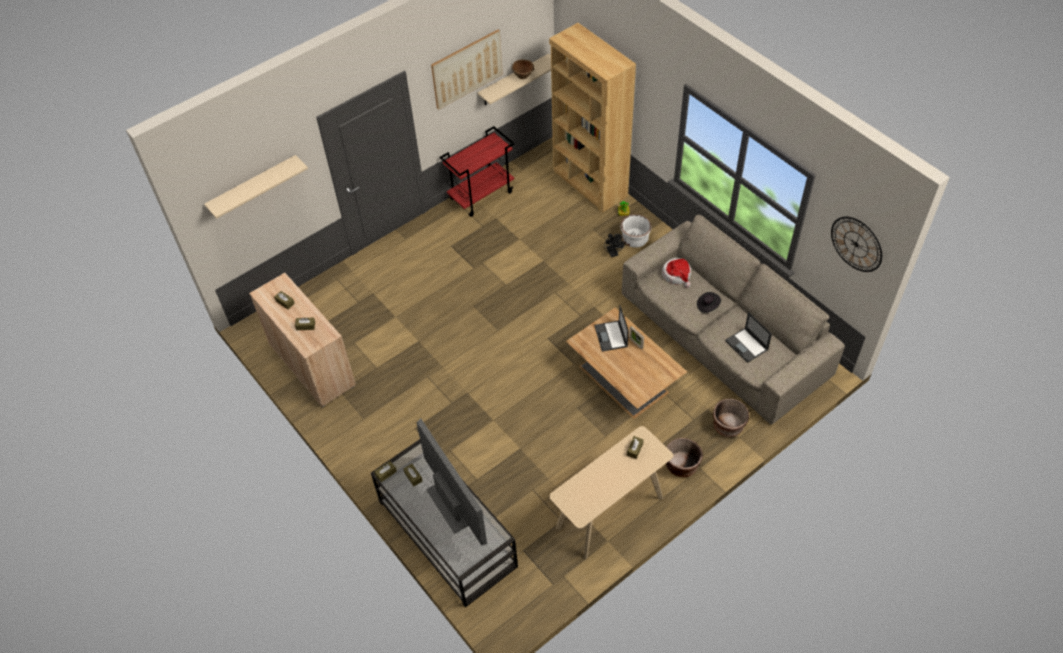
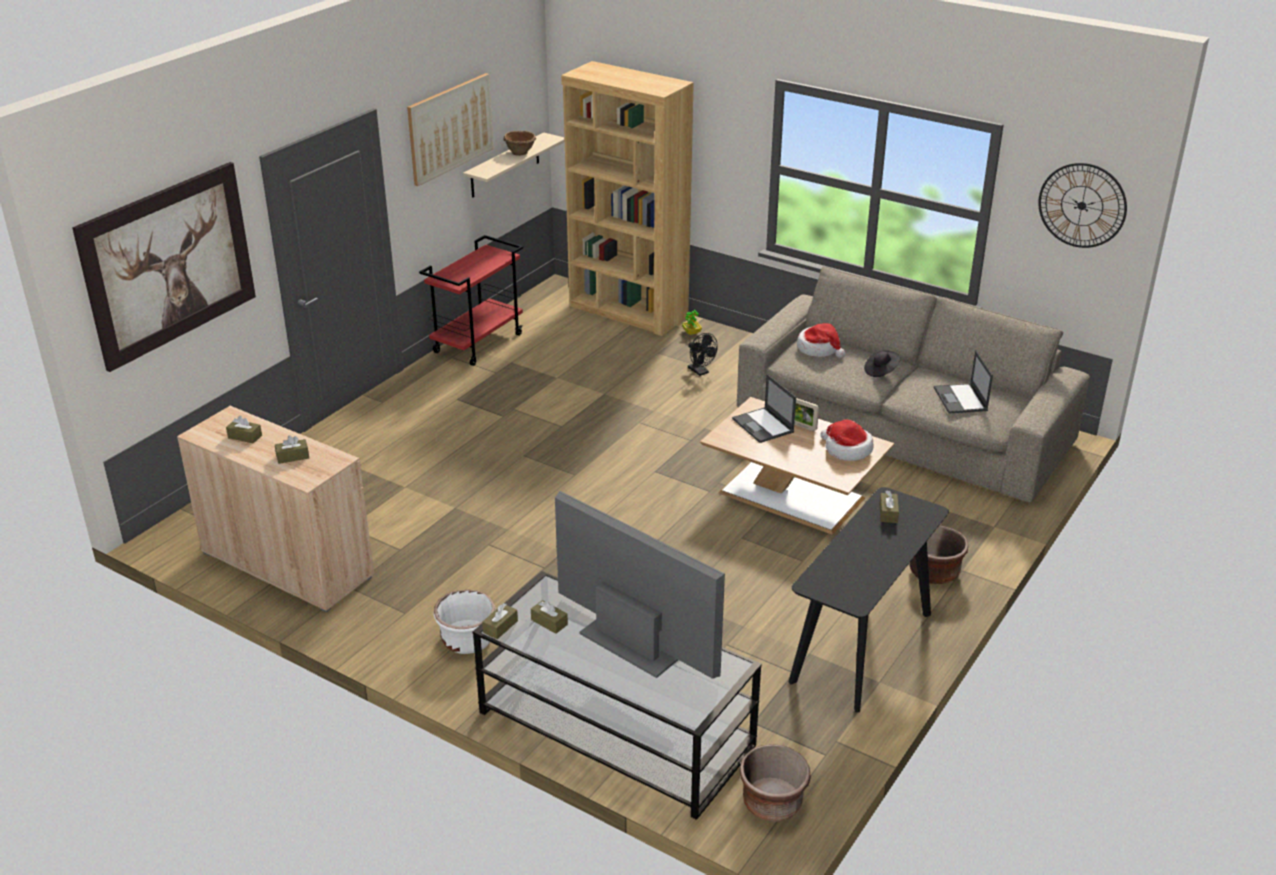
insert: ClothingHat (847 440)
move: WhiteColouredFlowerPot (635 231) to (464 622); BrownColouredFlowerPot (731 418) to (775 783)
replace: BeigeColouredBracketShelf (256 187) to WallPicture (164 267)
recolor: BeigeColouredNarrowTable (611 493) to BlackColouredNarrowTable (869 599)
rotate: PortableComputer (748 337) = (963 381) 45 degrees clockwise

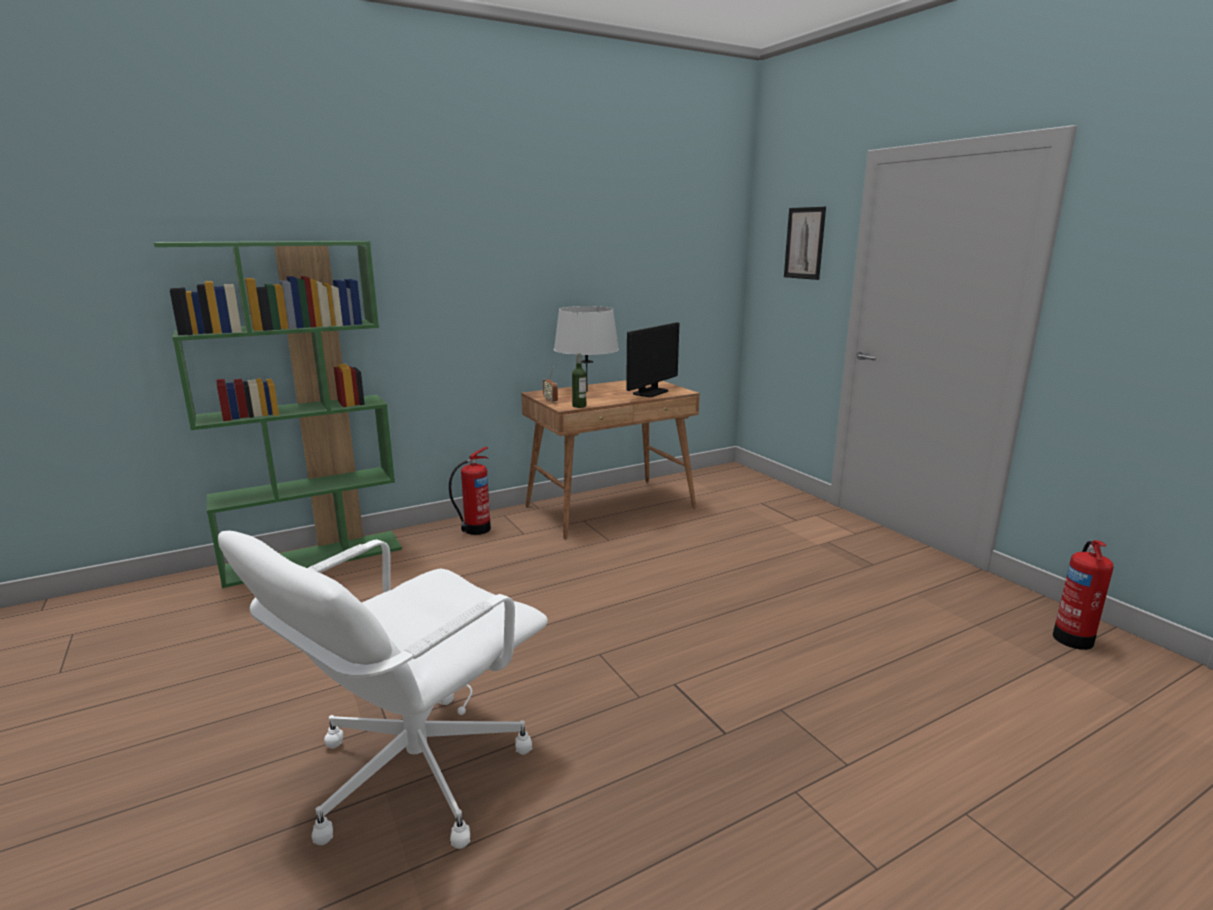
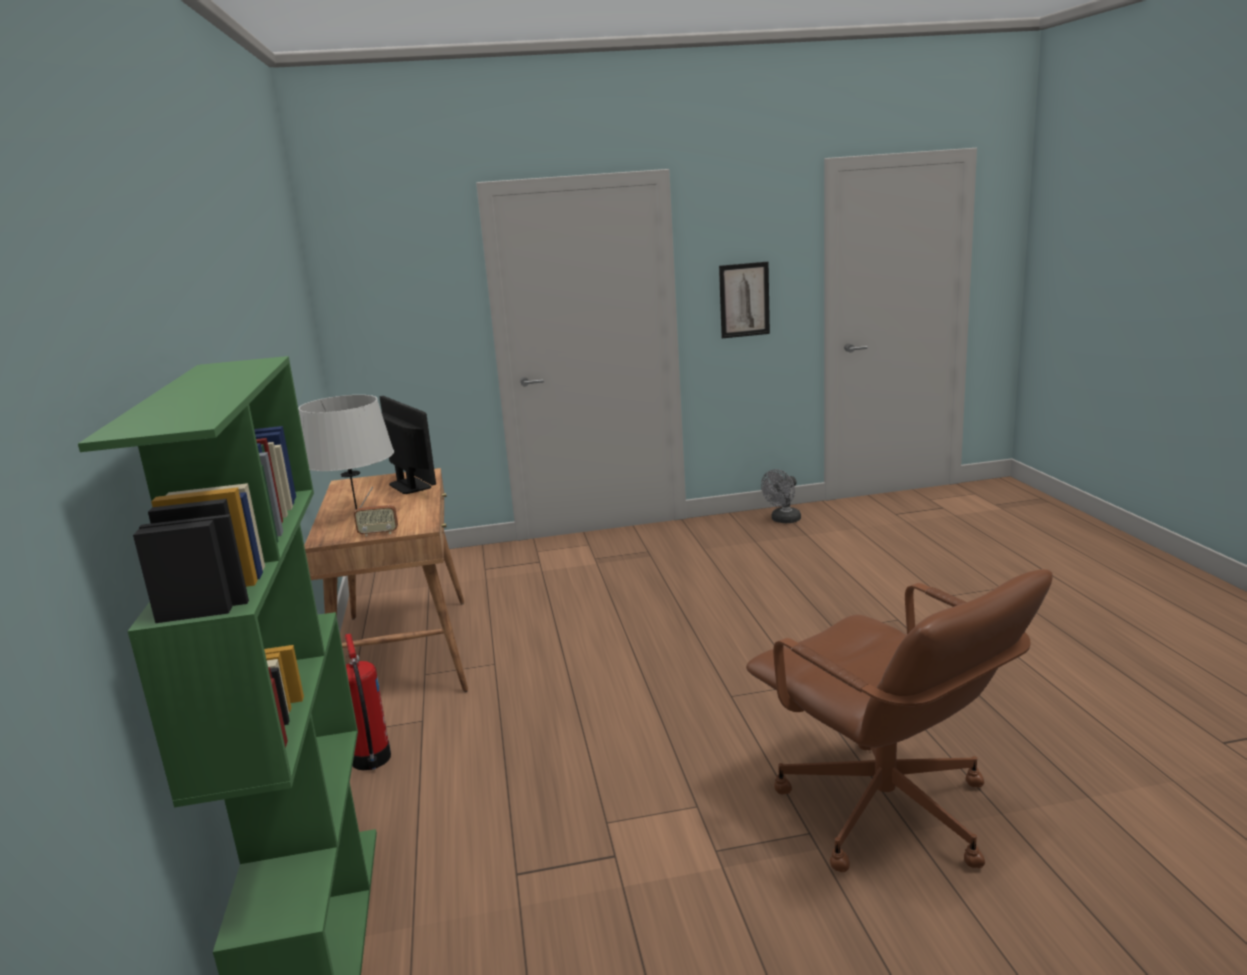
delete: DrinkBottle (579 380)
move: WallPicture (805 243) to (744 300)
replace: Extinguisher (1083 595) to GreyFan (781 496)
recolor: WhiteColouredDeskChair (383 689) to BrownColouredDeskChair (899 720)

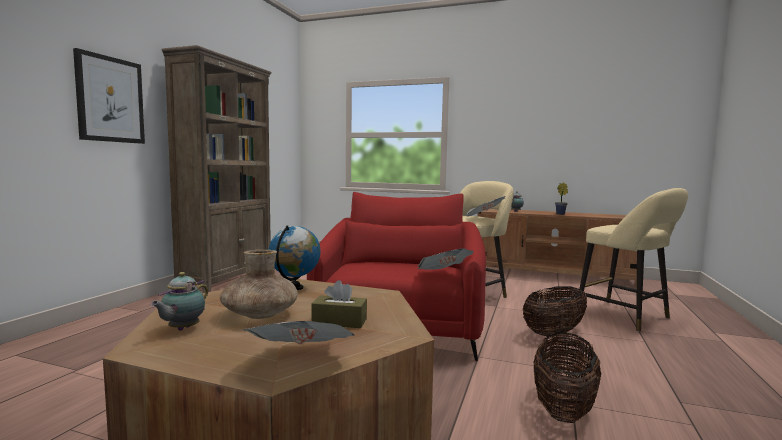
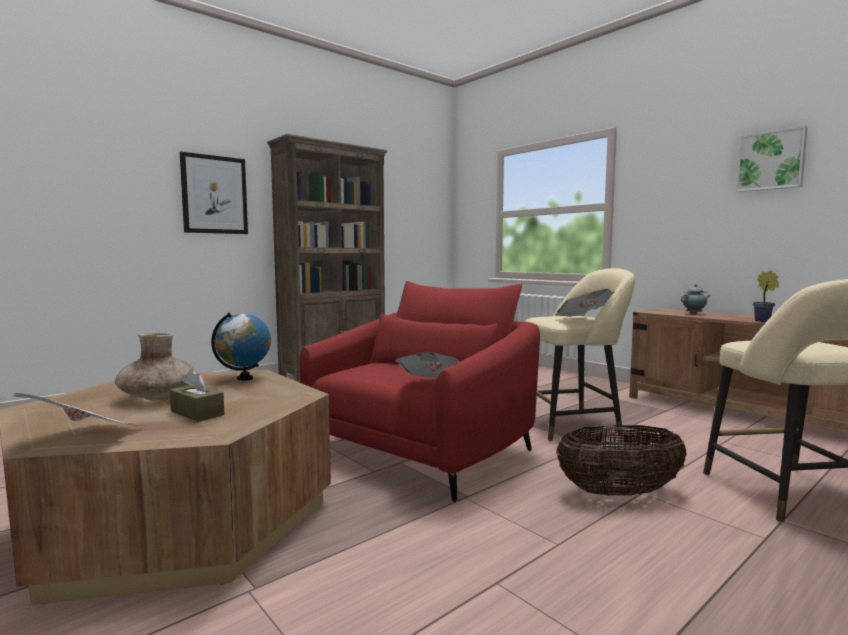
delete: Teapot (179 301); StorageBasket (567 377)
insert: WallPicture (772 159)

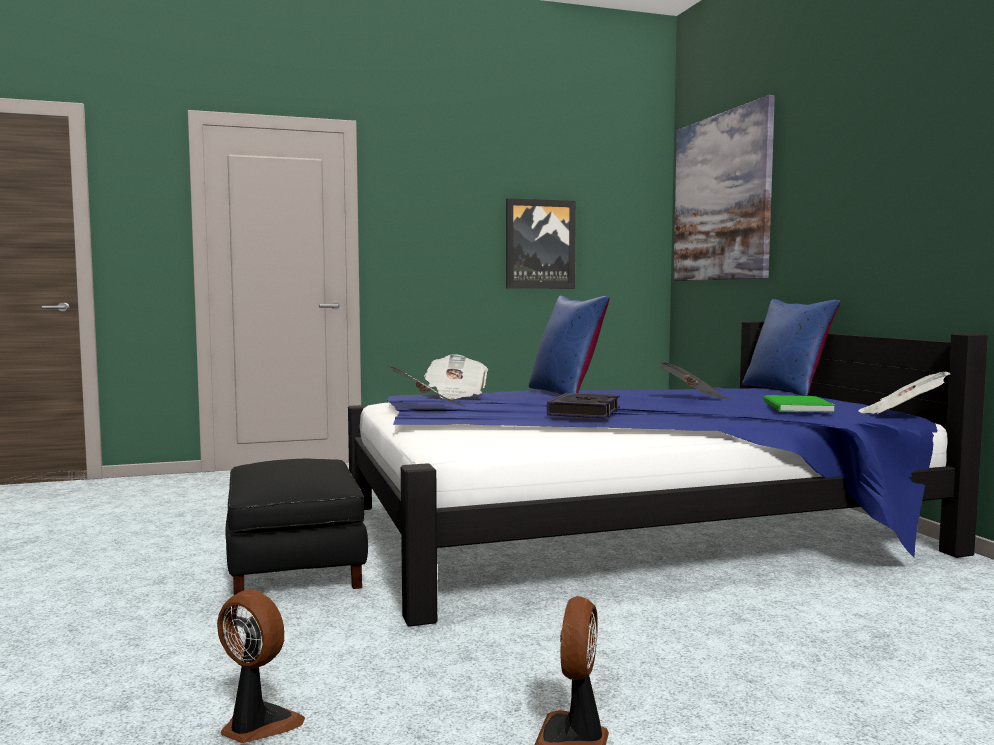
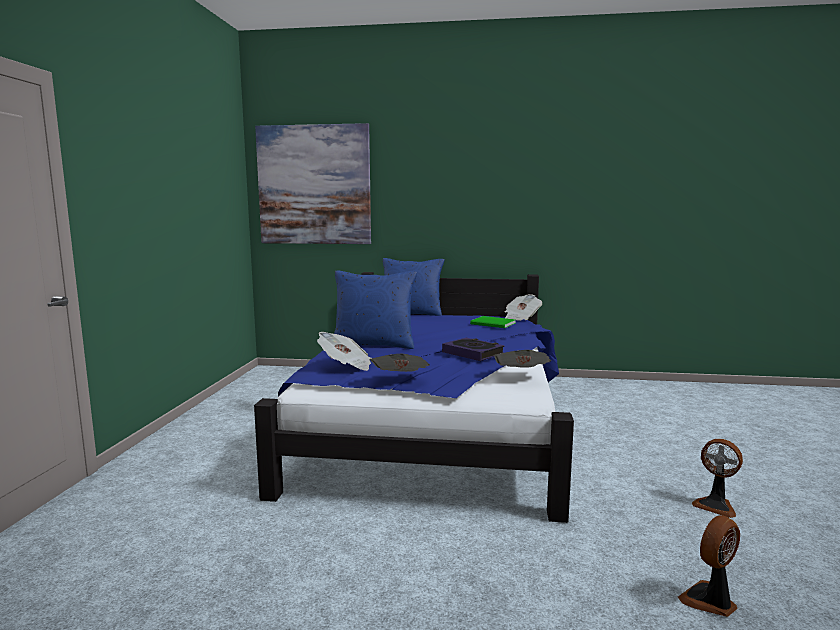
delete: BlackColouredPouffe (296 527); WallPicture (541 243)
move: PrintedPaper (694 380) to (522 359)

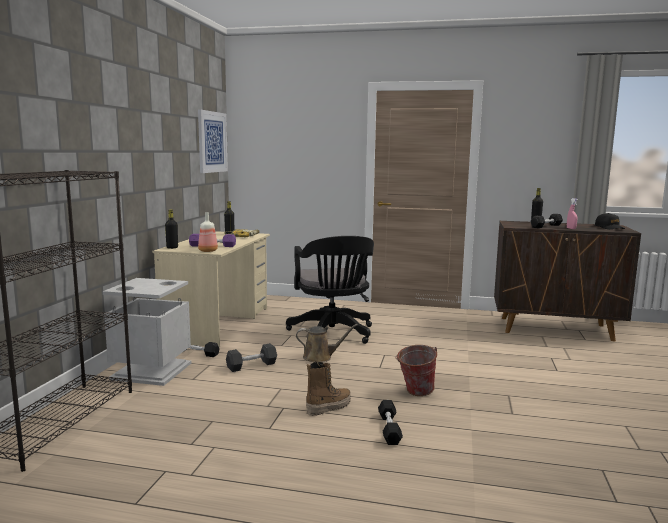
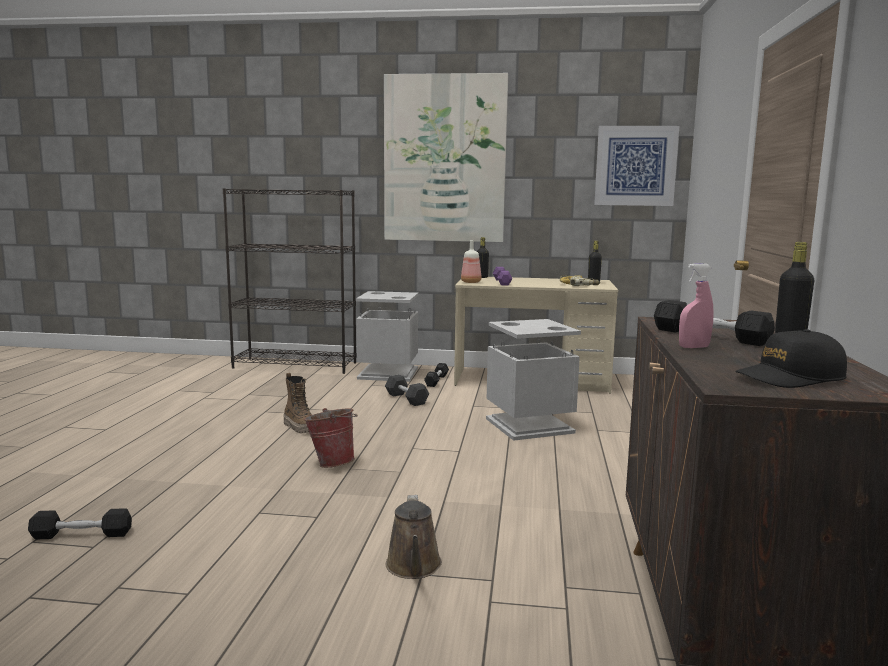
insert: WallPicture (446 157)
move: BrownColouredSprinklingCan (327 343) to (414 537); BlackColouredDumbbell (390 422) to (80 524)
replace: BlackColouredDeskChair (330 290) to GreyRubbishBin (533 380)

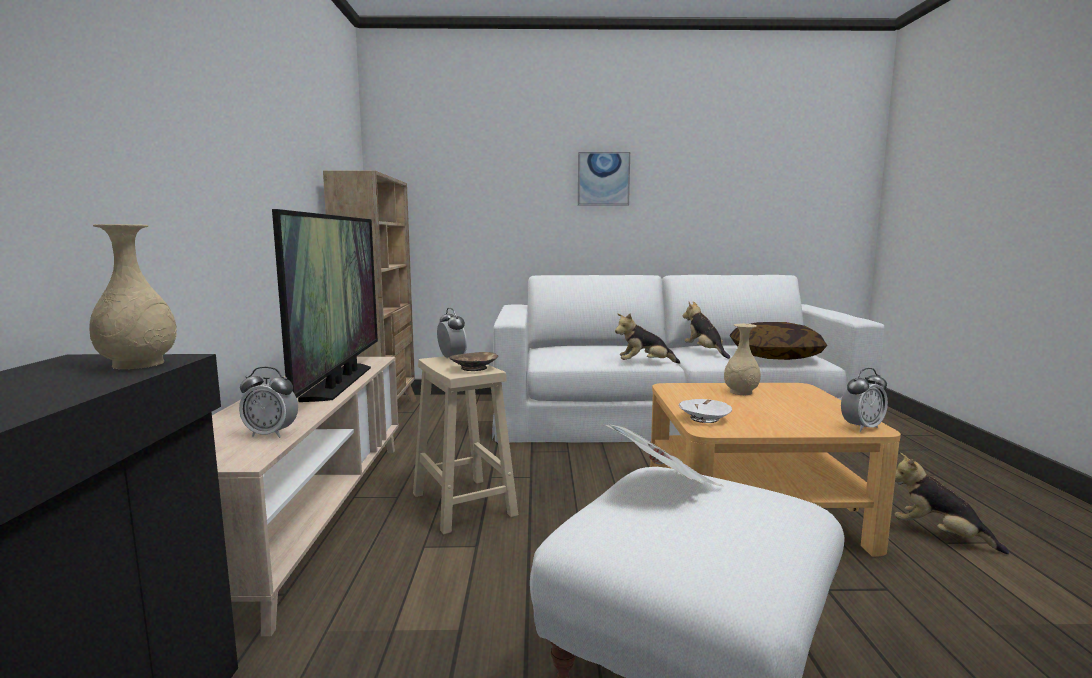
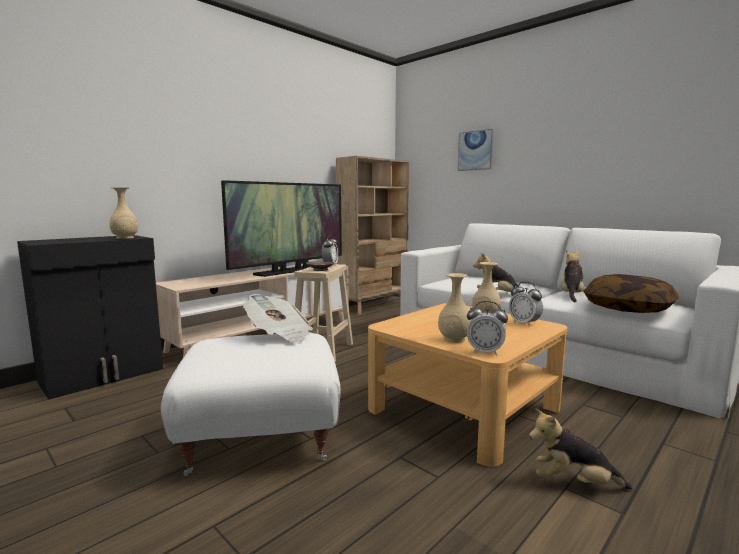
delete: WhiteColouredServingBowl (705 411)
insert: BeigeColouredDecorativeVase (455 308)
move: TableClock (268 402) to (526 304); WallPicture (604 179) to (476 150)
rotate: CuddlyToy (951 503) = (581 449) 75 degrees counterclockwise

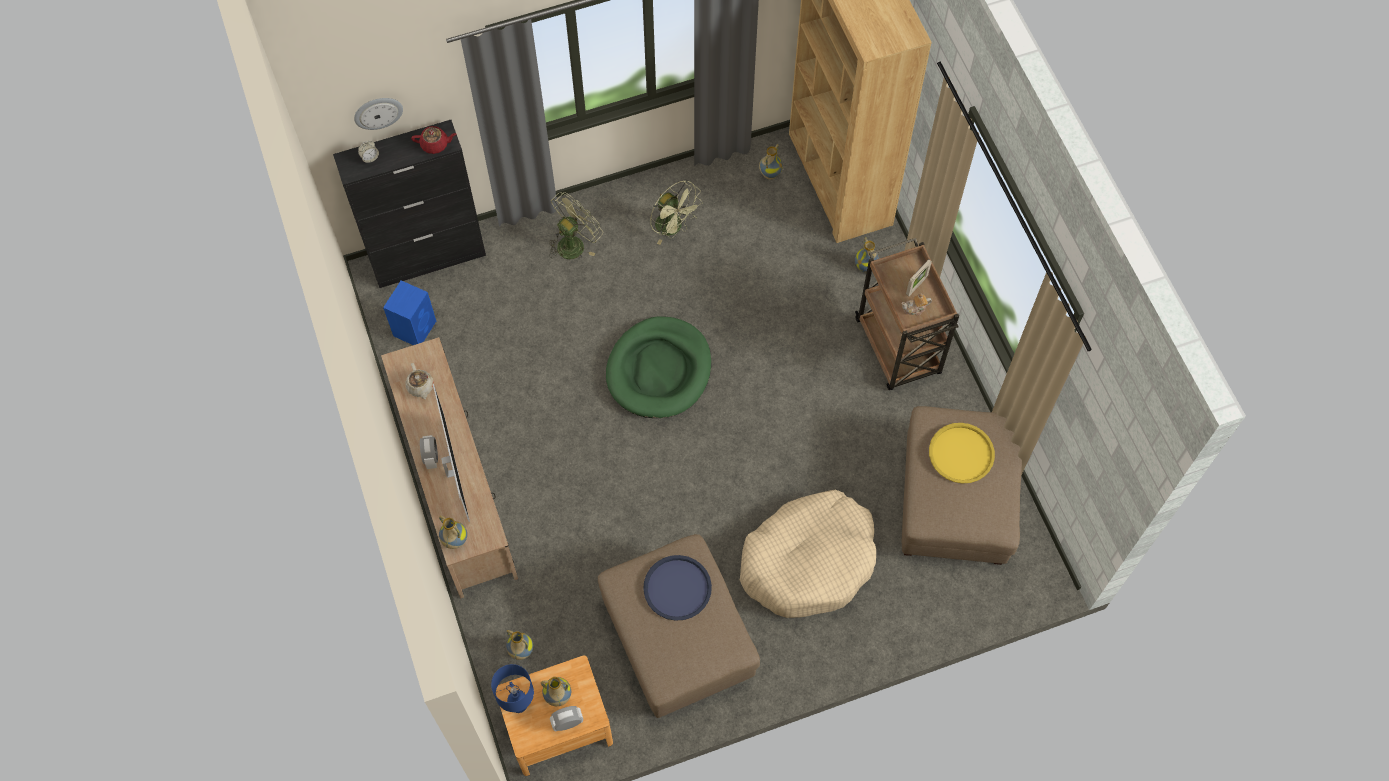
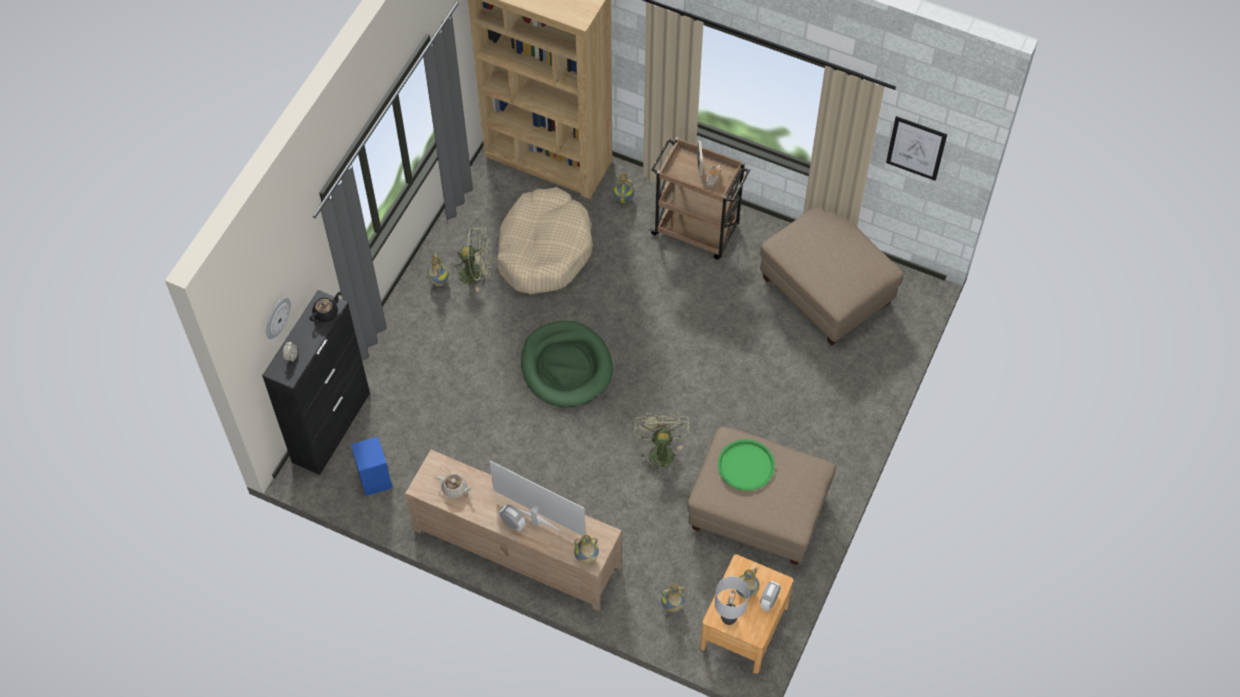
delete: YellowishTray (962 453)
insert: WallPicture (916 148)
move: GreenColouredFan (576 225) to (661 443); BeigeColouredDogBed (808 554) to (545 240); DecorativeVase (771 162) to (438 270)
recolor: ReddishTeapot (433 140) to BlackColouredTeapot (325 307); BlueLampForATable (512 688) to GreyLampForATable (732 600); BlueTray (677 588) to GreenColouredTray (746 465)

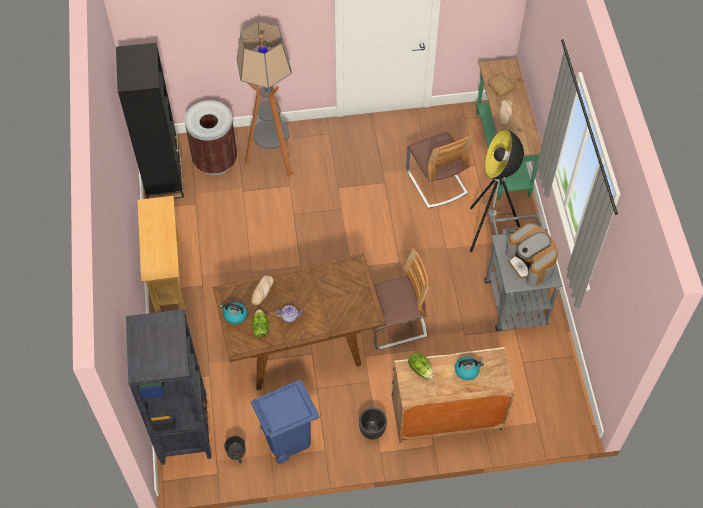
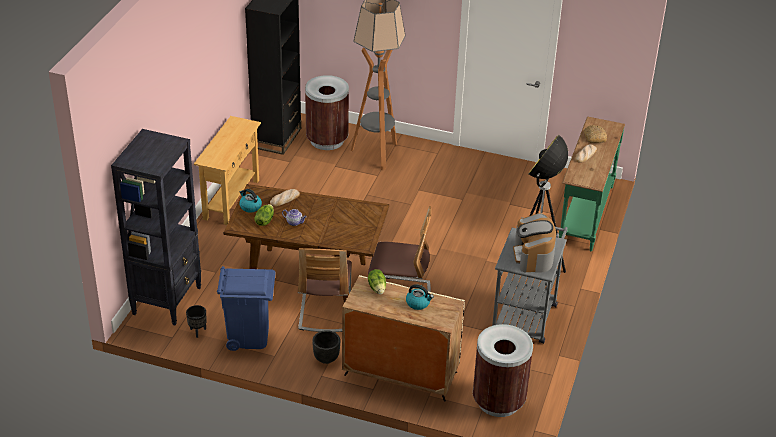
insert: BrownColouredRubbishBin (503 370)
move: PlainChair (440 170) to (325 290)

